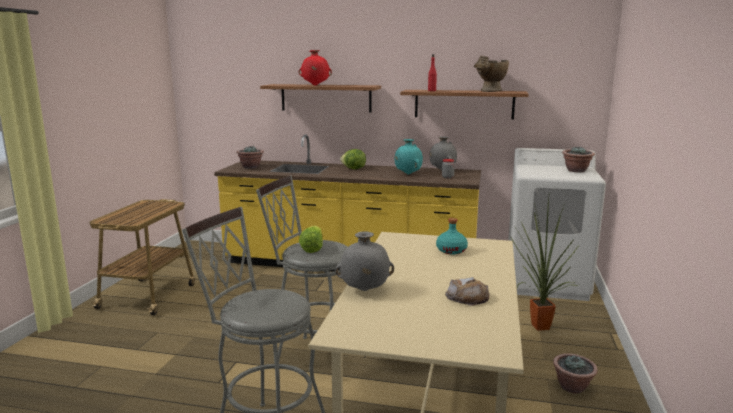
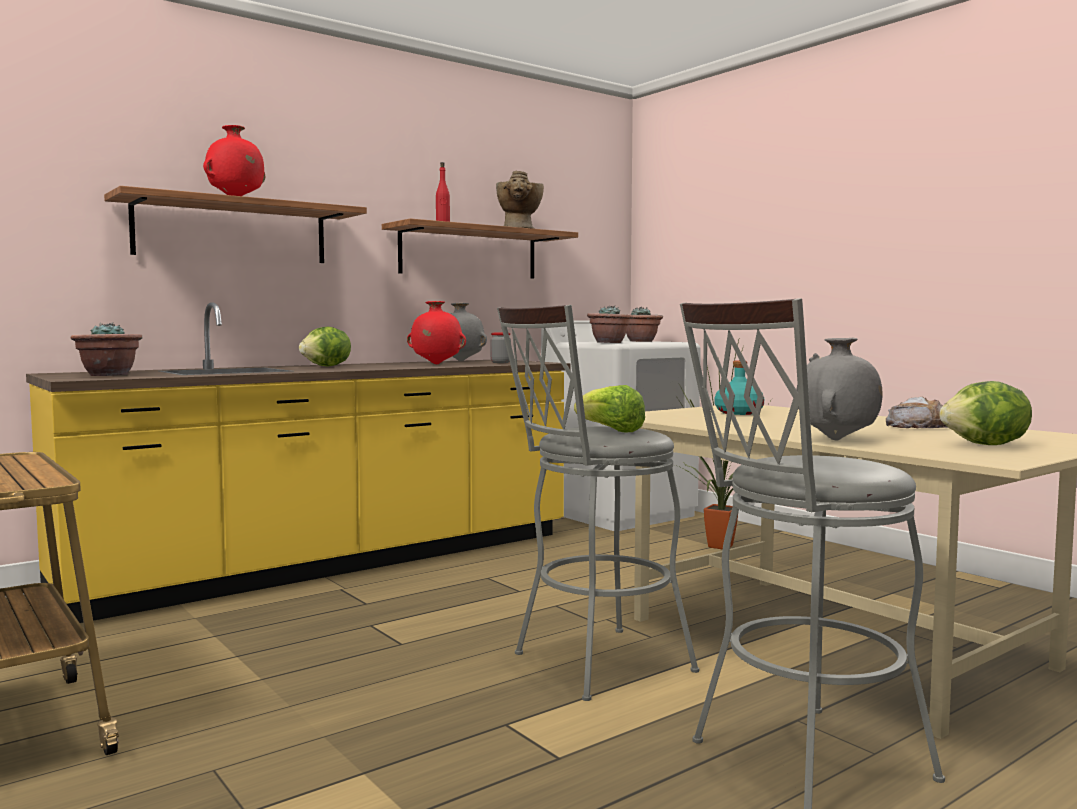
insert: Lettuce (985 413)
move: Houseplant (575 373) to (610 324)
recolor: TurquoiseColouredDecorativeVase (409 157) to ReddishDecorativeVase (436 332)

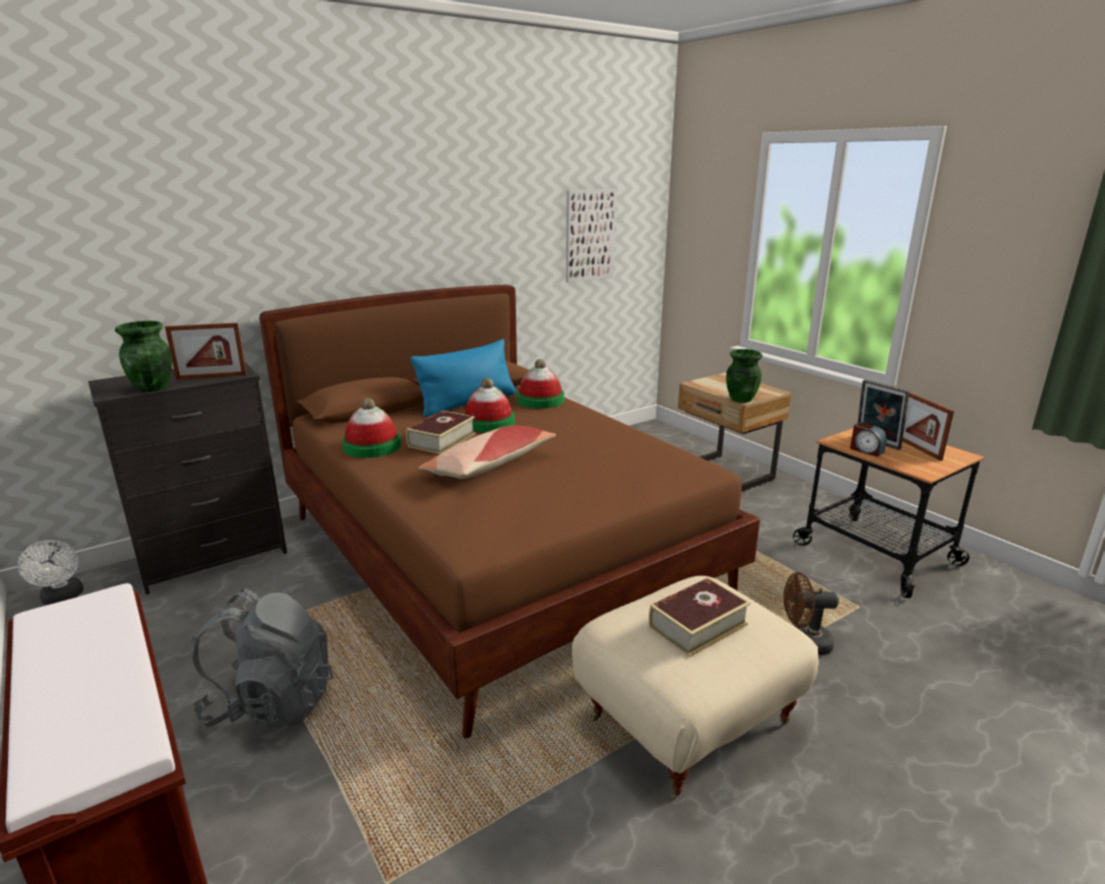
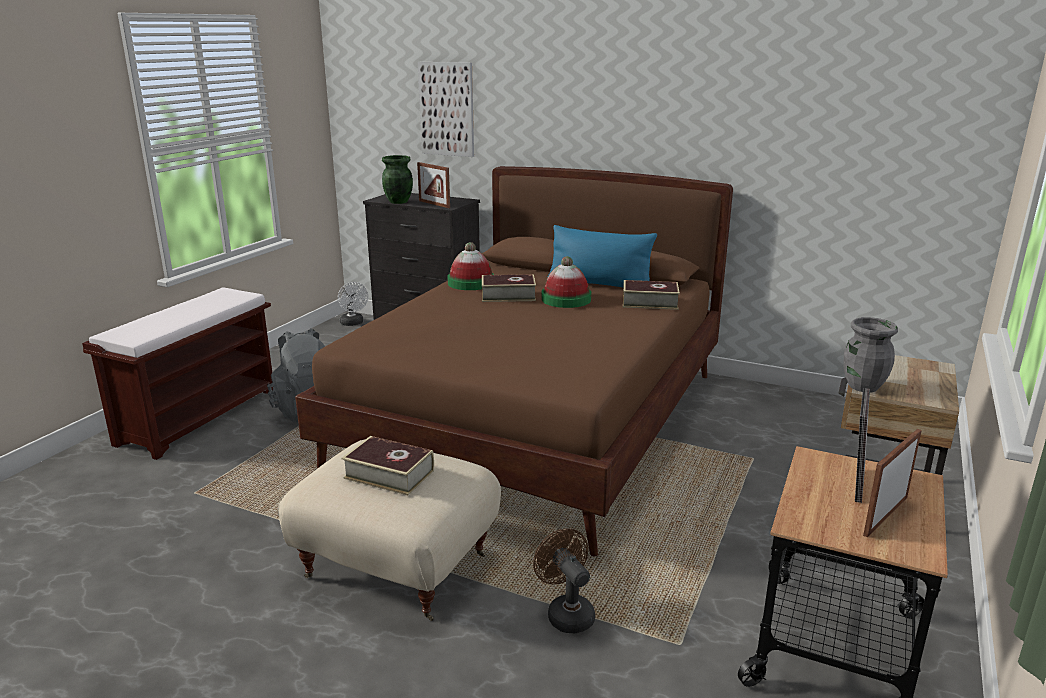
delete: ThrowPillow (487 452); TableClock (868 439)
move: WallPicture (591 236) to (446 109)
replace: ClothingHat (540 384) to BoundBook (651 295)
recolor: GreenColouredDecorativeVase (744 376) to GreyDecorativeVase (870 354)
rotate: WhiteColouredFan (50 572) = (353 304) 60 degrees counterclockwise

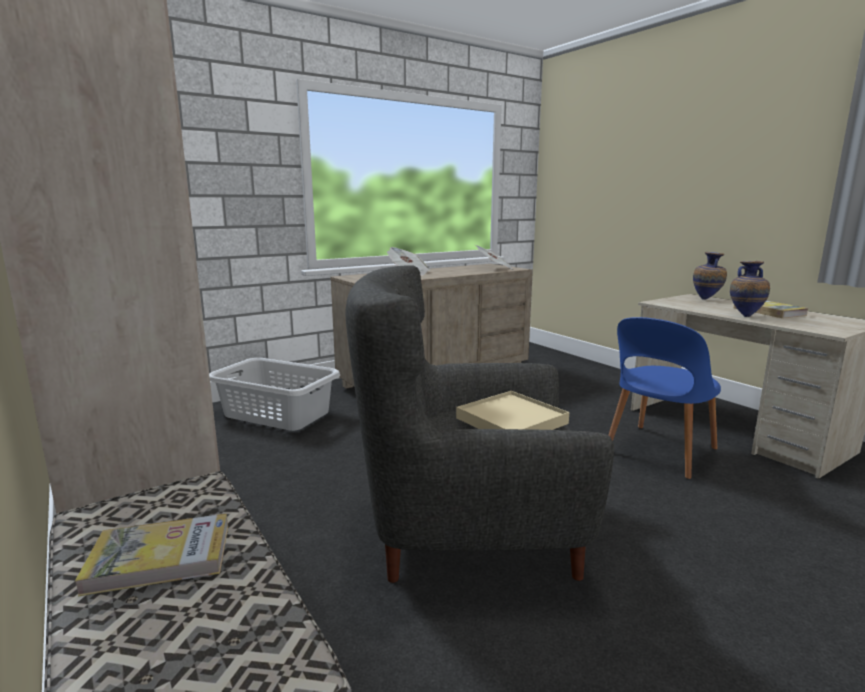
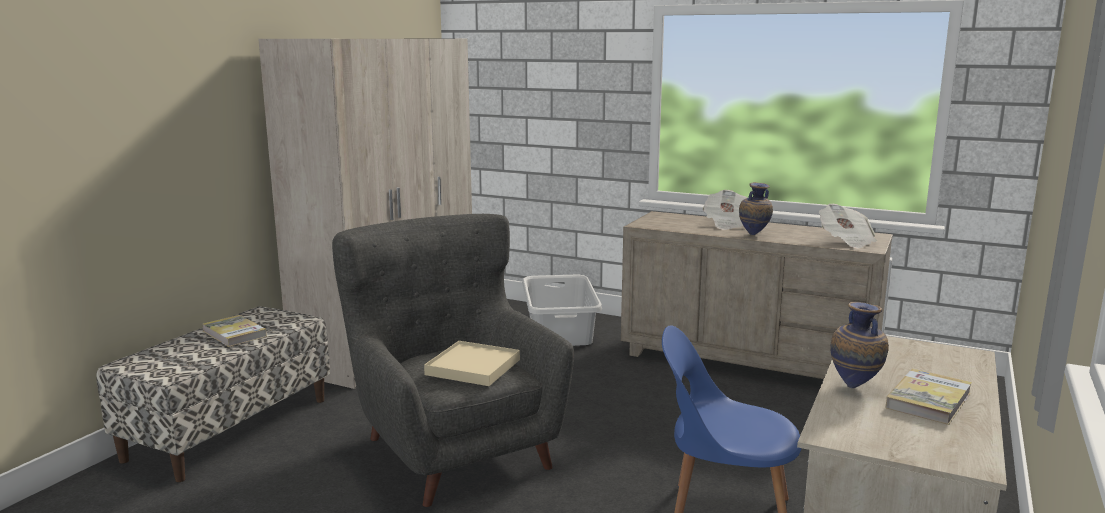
move: DecorativeVase (710 275) to (756 208)

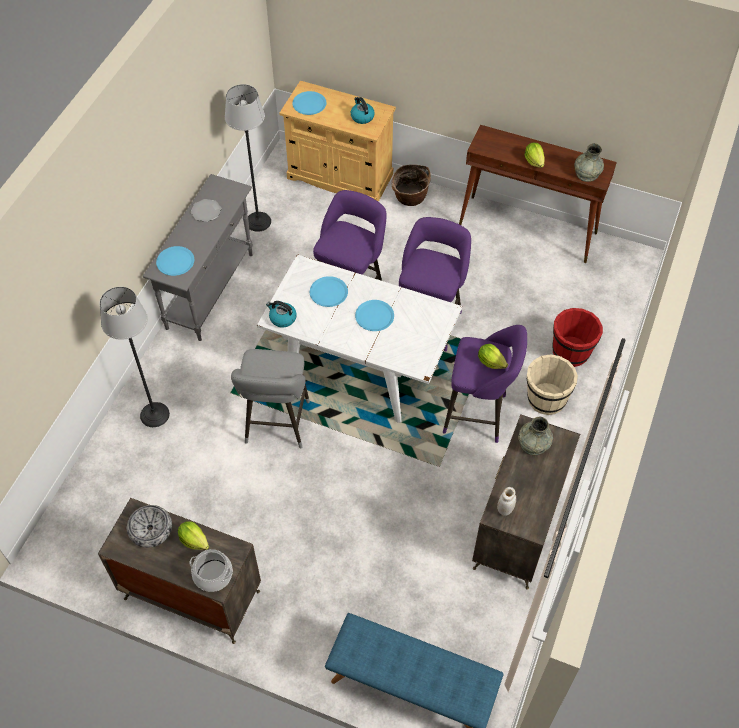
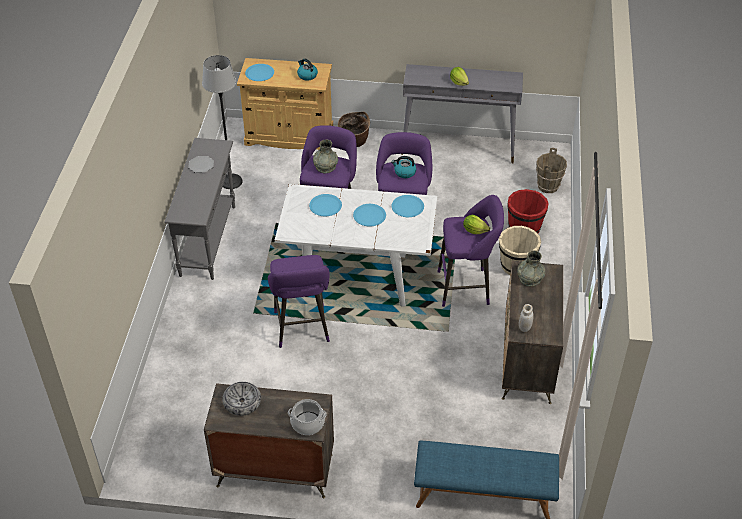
delete: StandardLamp (135 357); Lettuce (193 535)
insert: BrownColouredBucket (551 170)
move: BlueFlatDish (175 261) to (408 206); WaterKettle (281 314) to (403 167); GreyDecorativeVase (589 162) to (325 156)
recolor: GreyStoolSeat (270 398) to PurpleColouredStoolSeat (299 301); BrownColouredNarrowTable (538 194) to GreyNarrowTable (462 113)

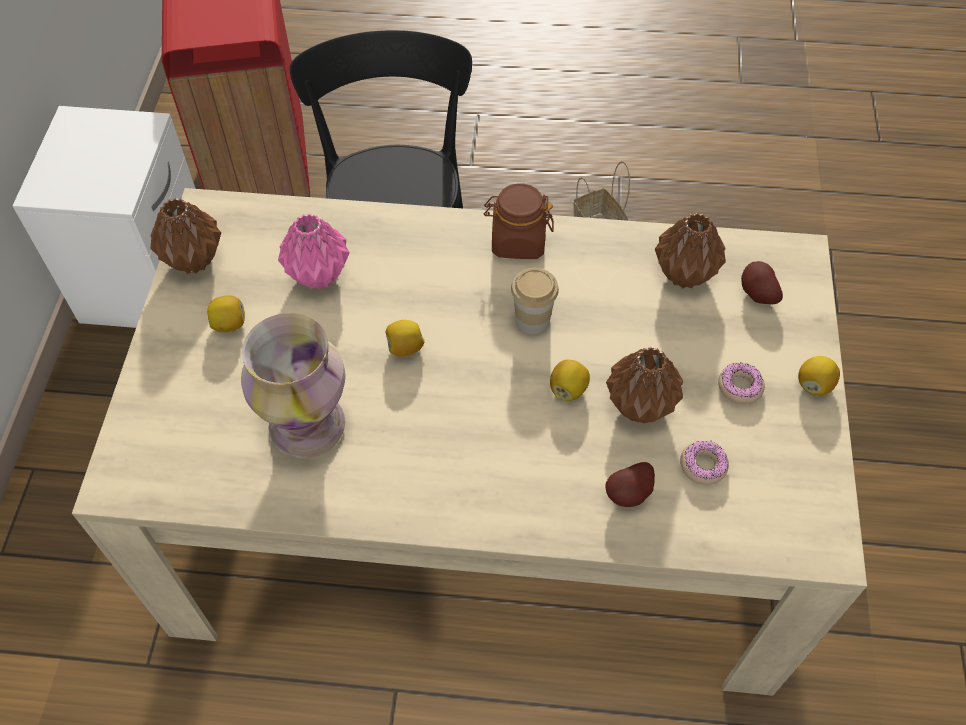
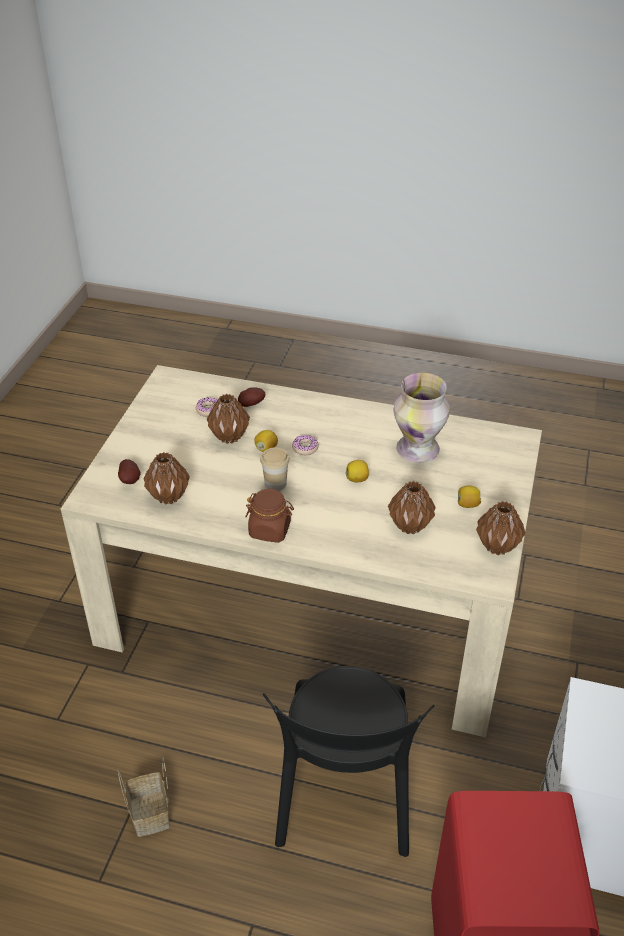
delete: WholeLemon (819 376)
move: Doughnut (741 383) to (305 445)
recolor: PinkColouredDecorativeVase (314 252) to BrownColouredDecorativeVase (412 507)

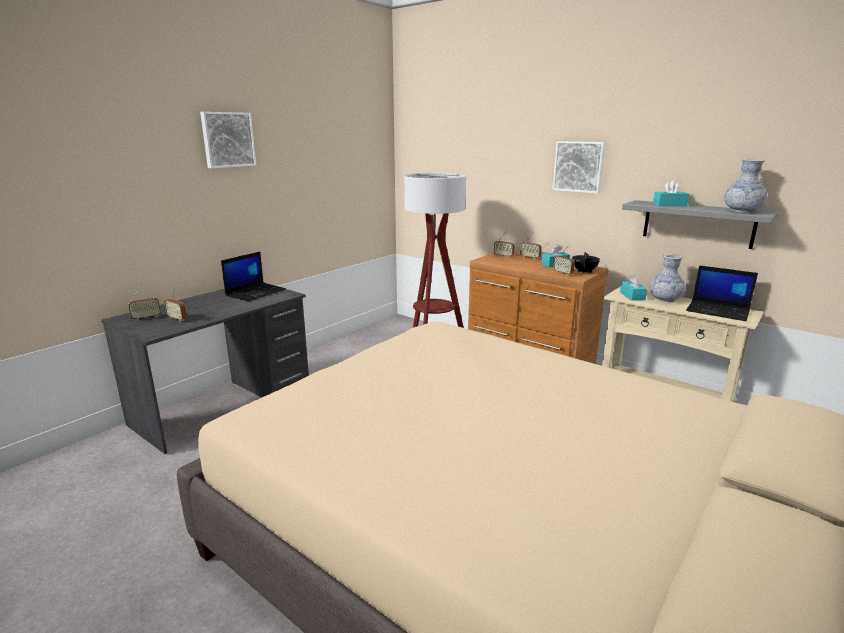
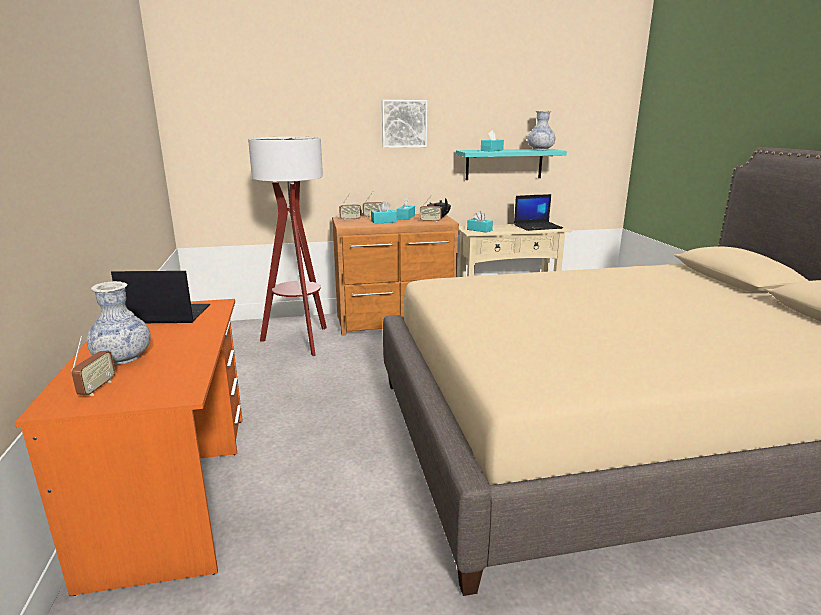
delete: Radio (175 304); WallPicture (228 140)
insert: TurquoiseColouredBoxOfTissues (384 212)
move: DecorativeVase (667 278) to (118 323)
recolor: GreyDeskTable (205 368) to OrangeColouredDeskTable (129 447); GreyBracketShelf (700 224) to TurquoiseColouredBracketShelf (511 164)
rotate: PortableComputer (253 276) = (160 297) 75 degrees counterclockwise

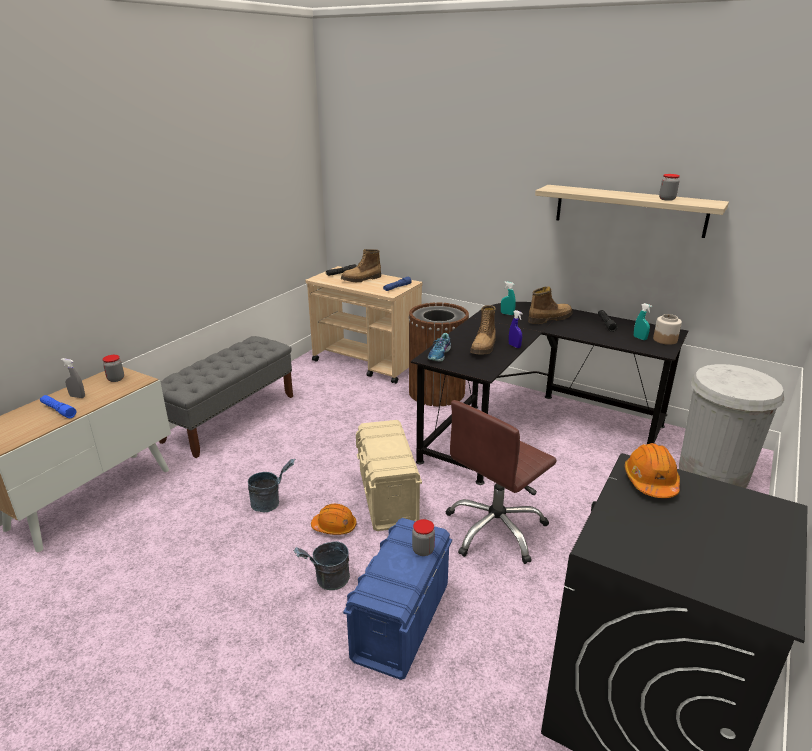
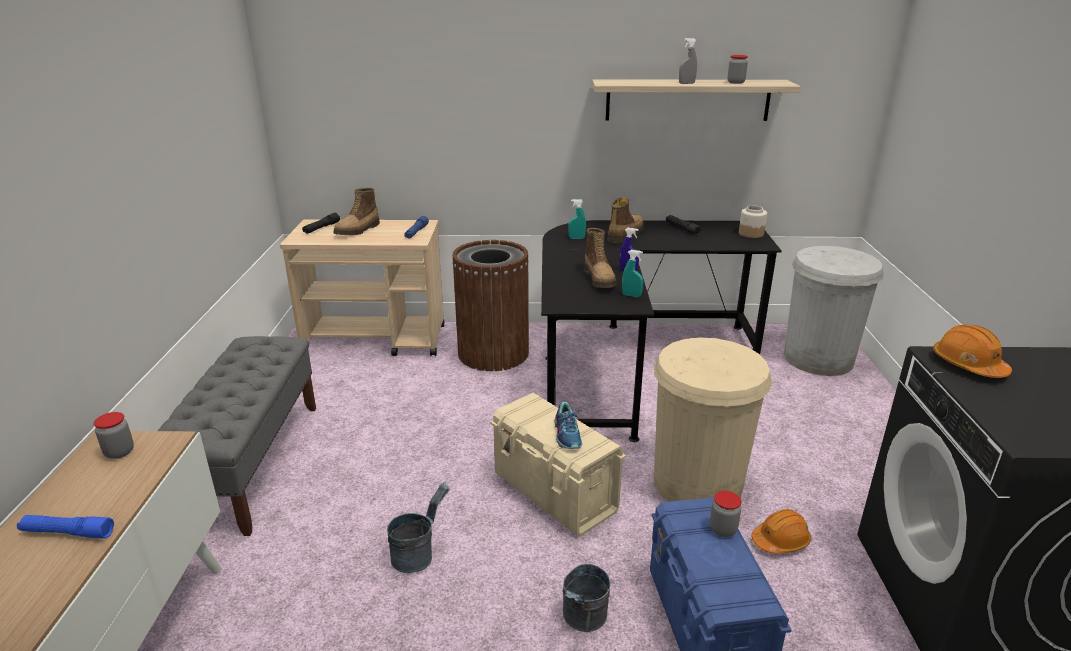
move: GreySprayBottle (73 378) to (688 61); OrangeColouredWorkHelmet (334 519) to (781 531); LowShoe (439 347) to (568 425); TurquoiseColouredSprayBottle (643 321) to (632 273)
replace: BrownColouredDeskChair (501 482) to BeigeColouredRubbishBin (713 420)

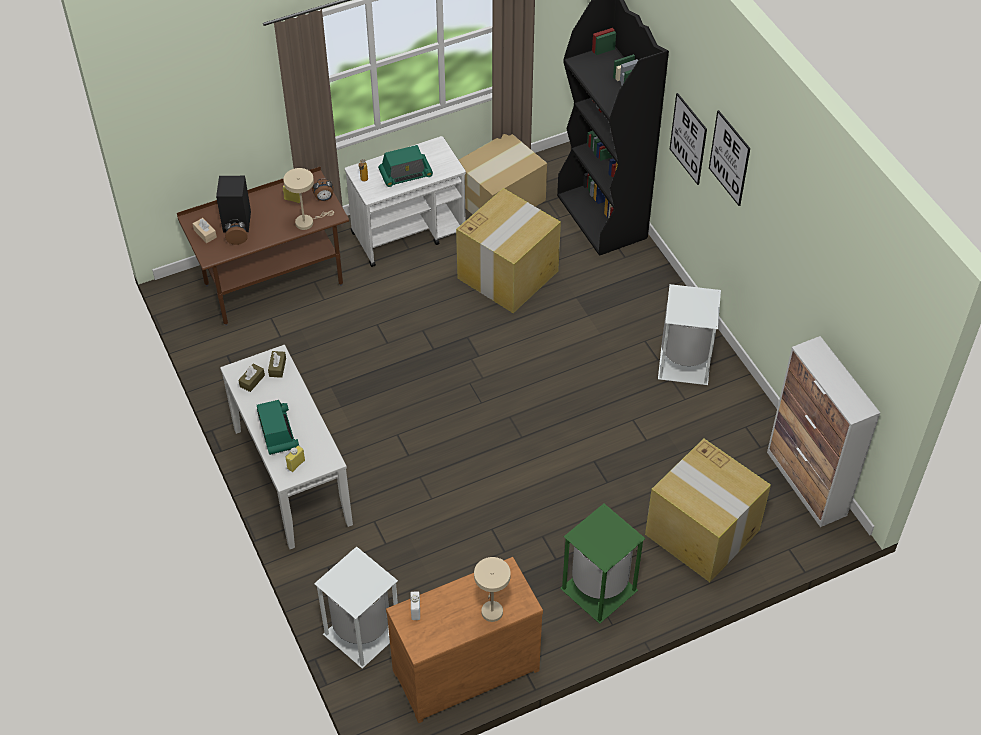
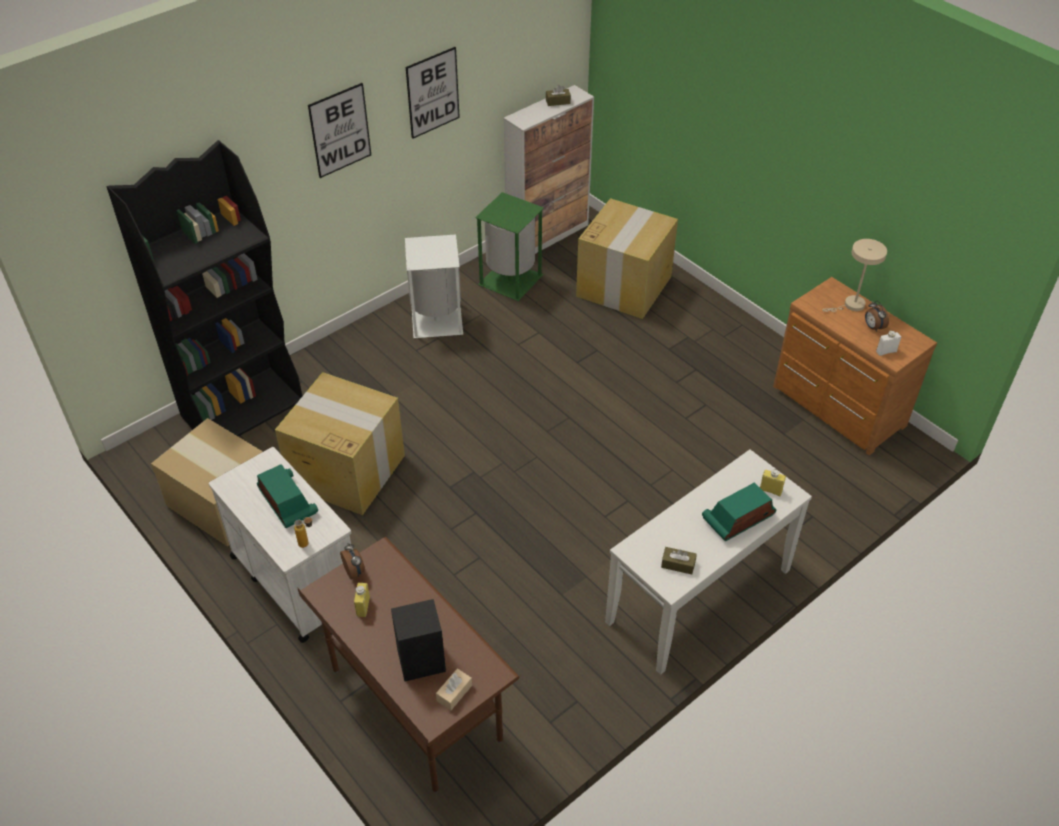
delete: BeigeColouredLampForATable (308 199); WhiteColouredRubbishBin (356 607)
move: TableClock (236 232) to (877 316); BrownColouredBoxOfTissues (277 364) to (558 95); GreenColouredRubbishBin (603 564) to (509 246); WallPicture (688 139) to (433 93)

